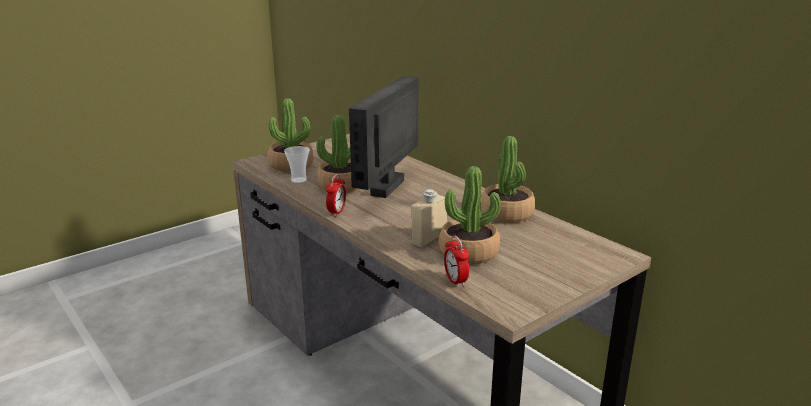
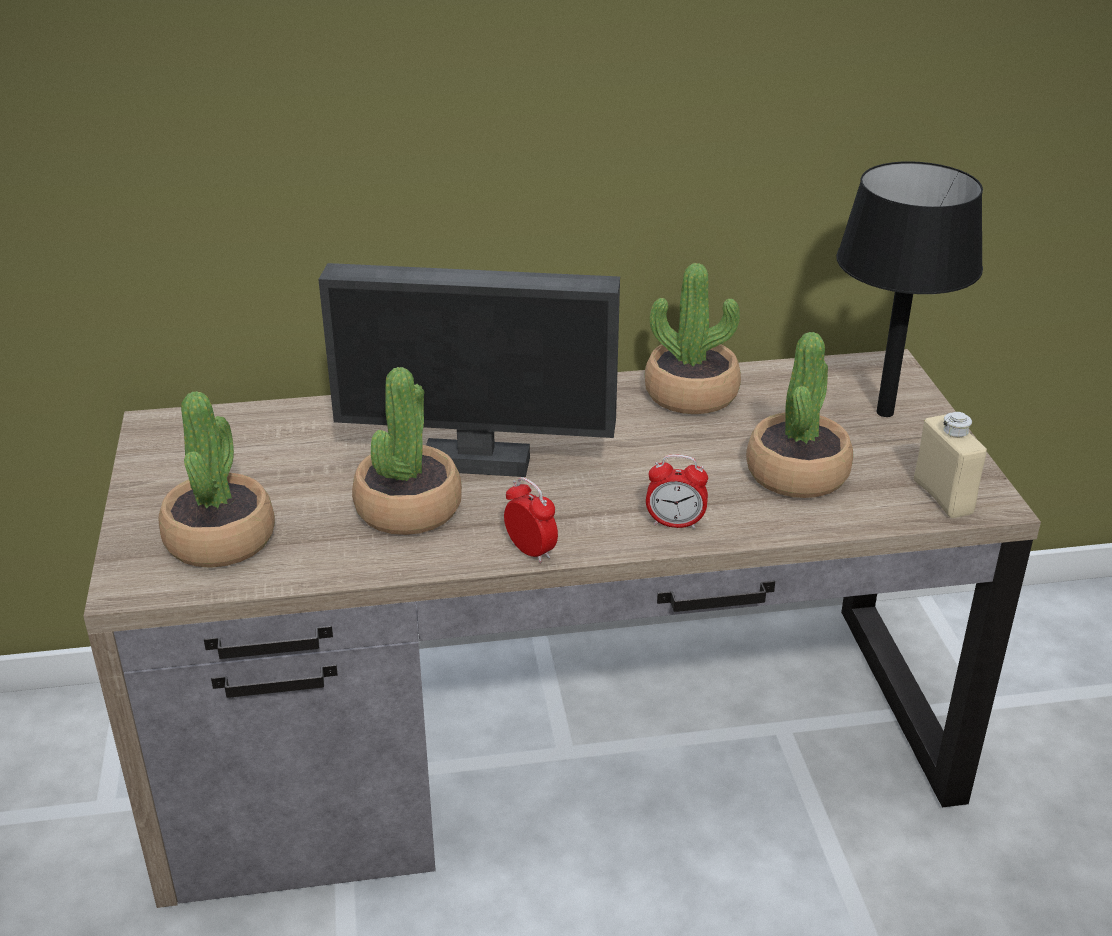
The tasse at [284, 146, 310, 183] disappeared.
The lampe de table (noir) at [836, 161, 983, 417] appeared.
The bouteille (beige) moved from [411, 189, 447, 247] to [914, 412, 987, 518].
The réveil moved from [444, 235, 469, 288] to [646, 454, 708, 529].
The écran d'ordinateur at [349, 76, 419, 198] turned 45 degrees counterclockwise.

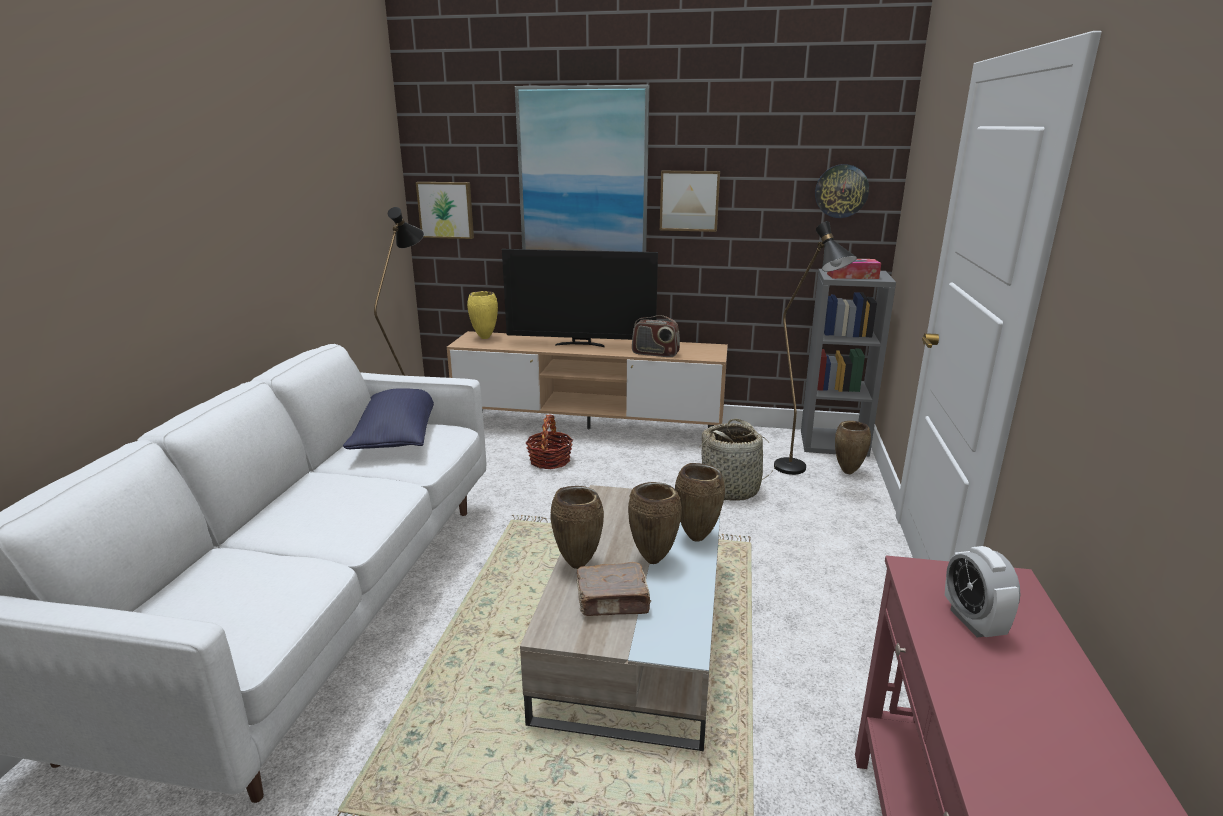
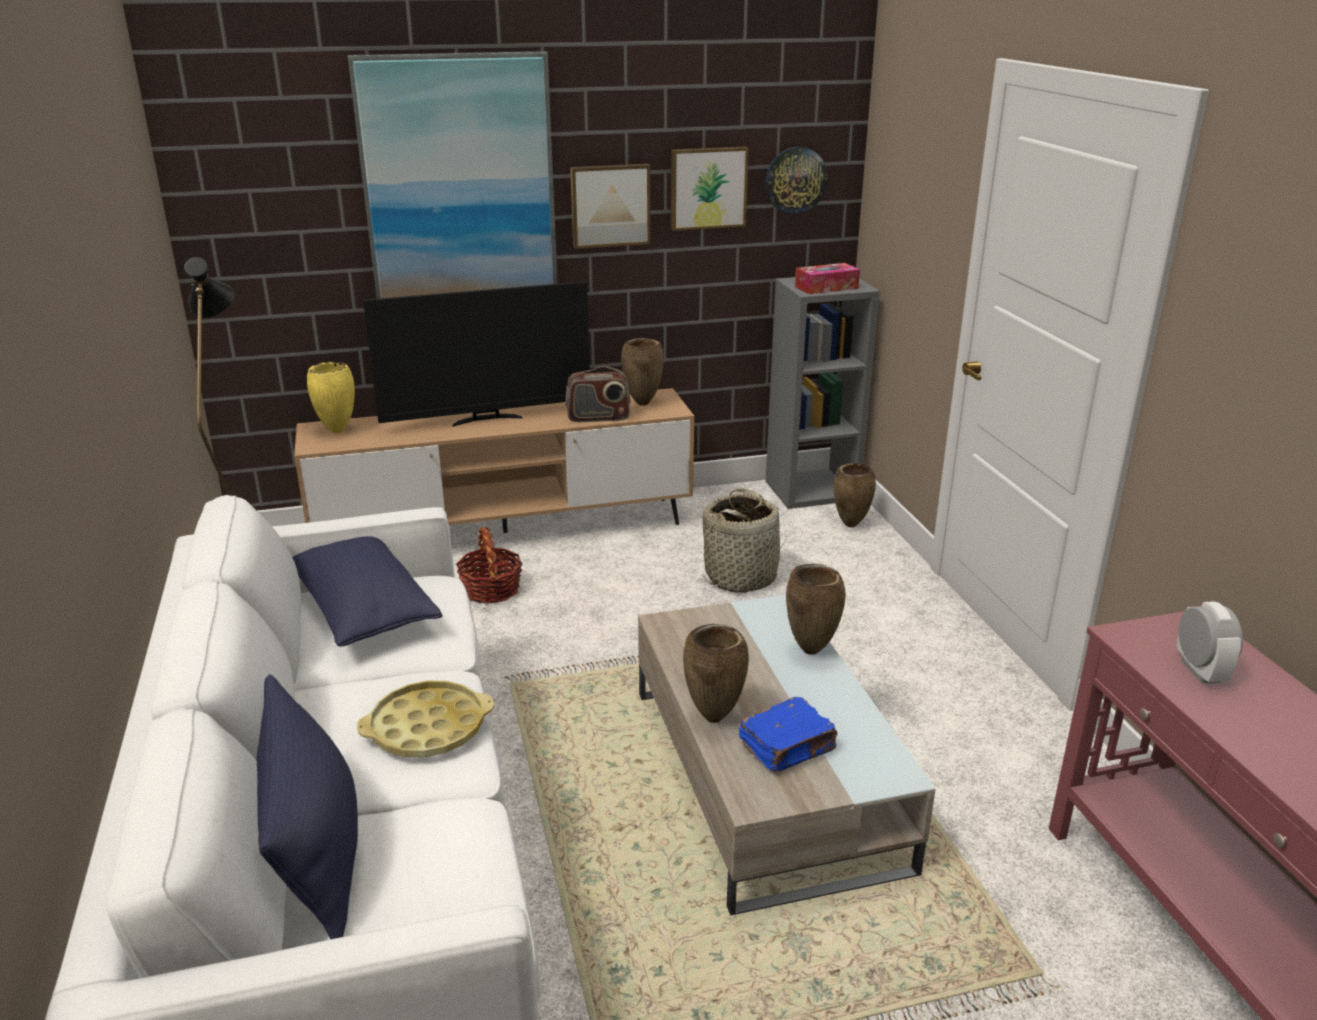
The lampadaire (noir) at [774, 221, 857, 475] disappeared.
The coussin (bleu) at [256, 674, 358, 939] appeared.
The plateau (jaune) at [357, 681, 494, 757] appeared.
The tableau moved from [416, 182, 474, 239] to [671, 146, 749, 231].
The vase (marron) moved from [628, 482, 681, 564] to [621, 338, 664, 406].
The livre (marron) at [577, 562, 651, 616] became the livre (bleu) at [739, 697, 838, 772].
The réveil at [945, 546, 1021, 638] turned 150 degrees counterclockwise.

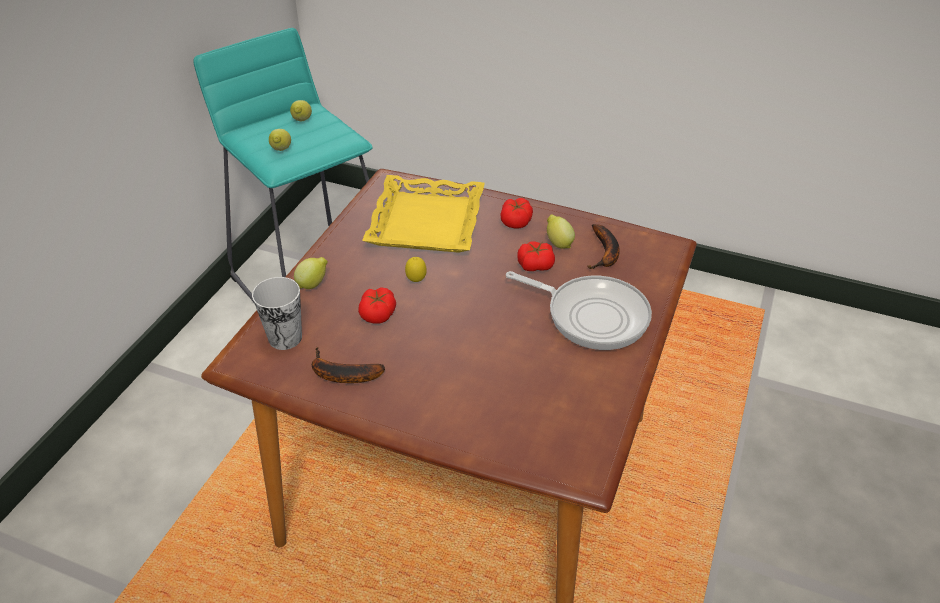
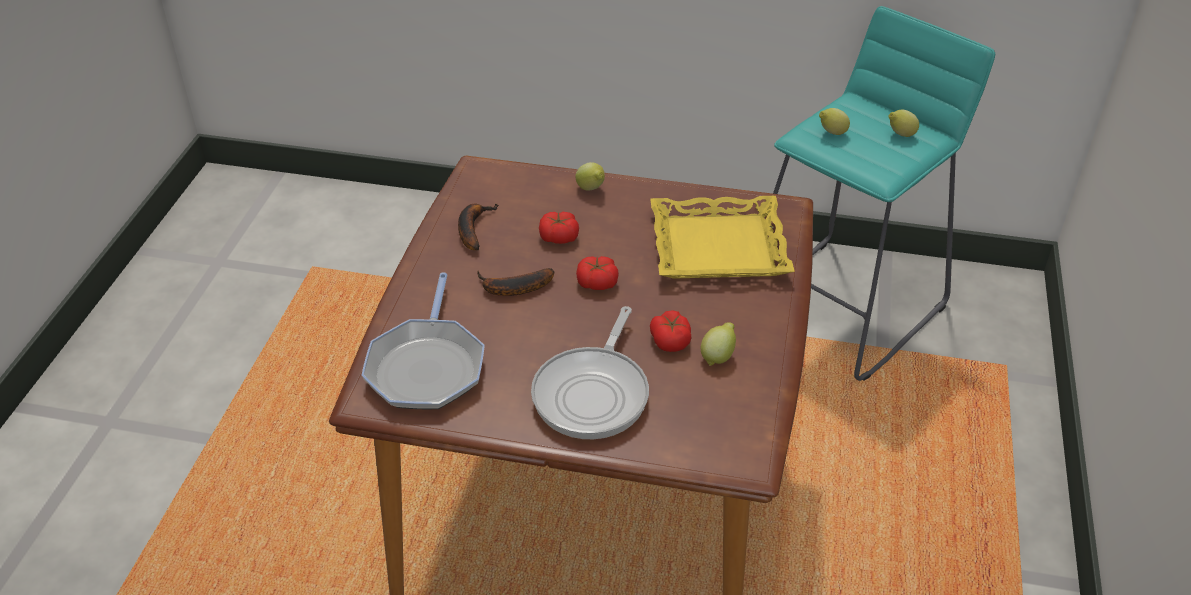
The tasse at [252, 277, 302, 350] disappeared.
The citron at [405, 257, 426, 282] disappeared.
The poêle at [362, 272, 485, 409] appeared.
The tomate moved from [500, 198, 533, 229] to [576, 256, 619, 290].
The banane moved from [587, 224, 620, 269] to [477, 268, 554, 296].

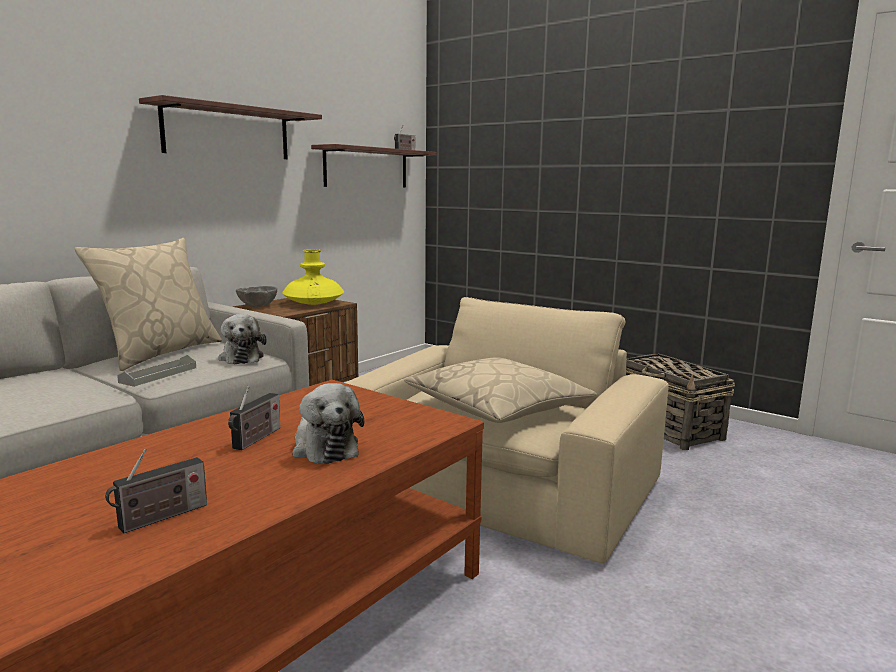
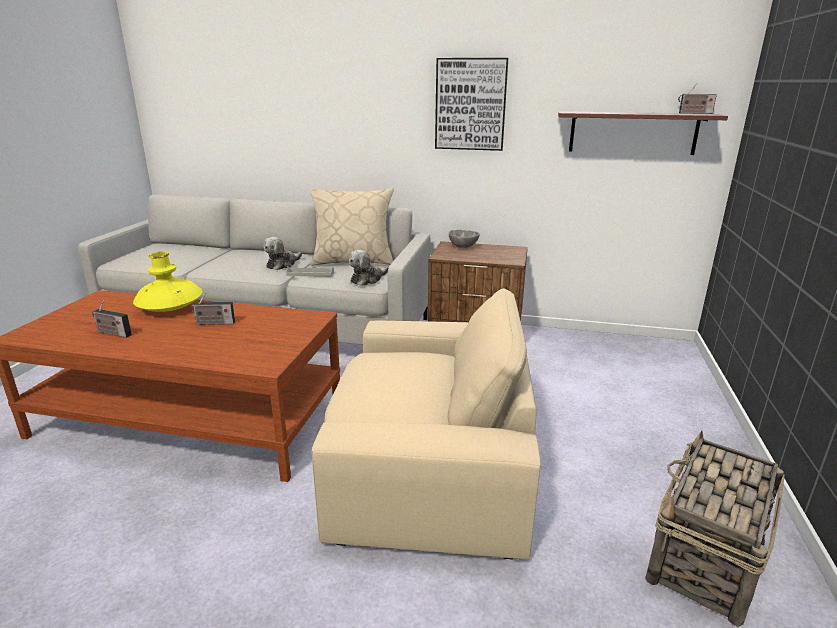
The coussin (beige) at [404, 357, 597, 423] disappeared.
The vase (jaune) moved from [282, 249, 344, 305] to [133, 251, 203, 312].
The peluche moved from [292, 383, 364, 464] to [263, 237, 302, 270].
The étagère at [139, 95, 322, 159] was replaced by the tableau at [435, 58, 508, 151].

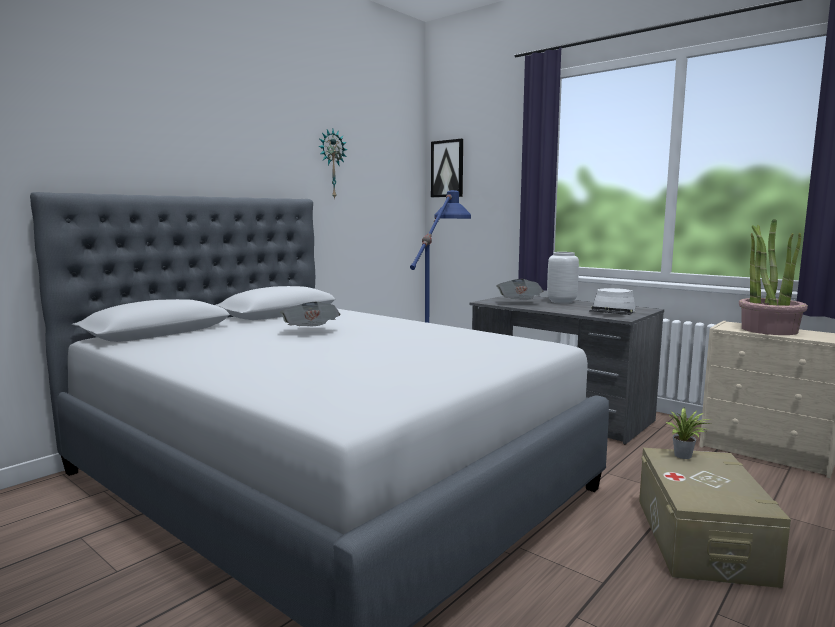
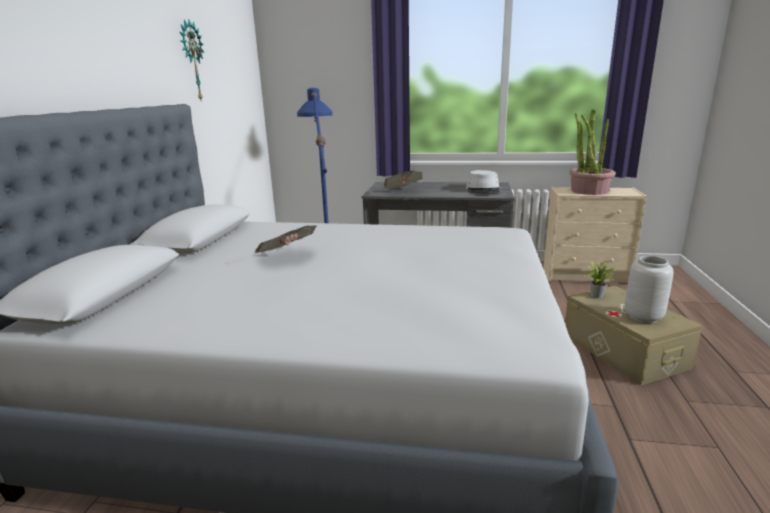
The tableau at [431, 139, 463, 197] disappeared.
The vase (gris) moved from [547, 252, 579, 304] to [625, 256, 674, 323].

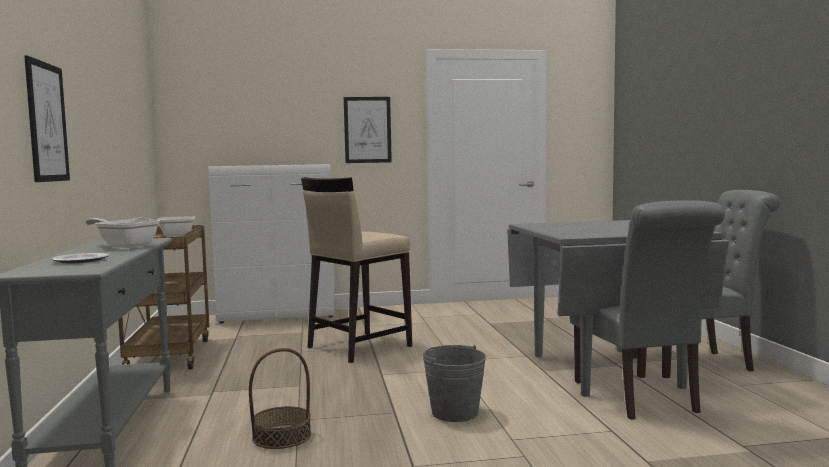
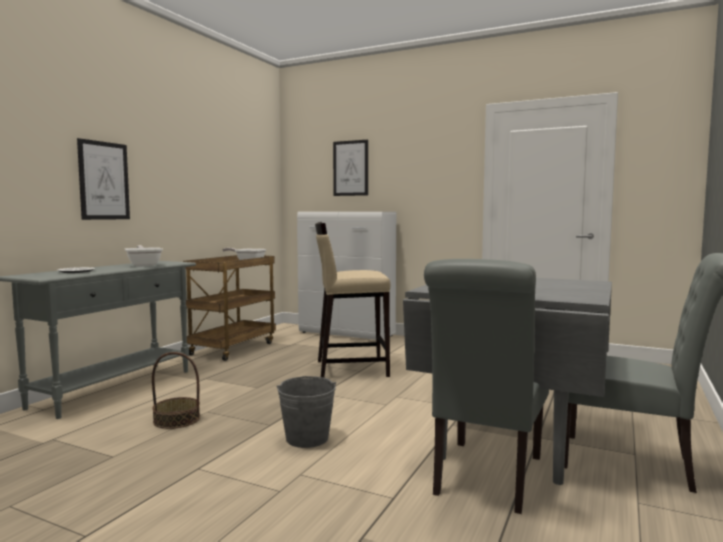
The tableau moved from [344, 97, 392, 163] to [333, 140, 368, 196].

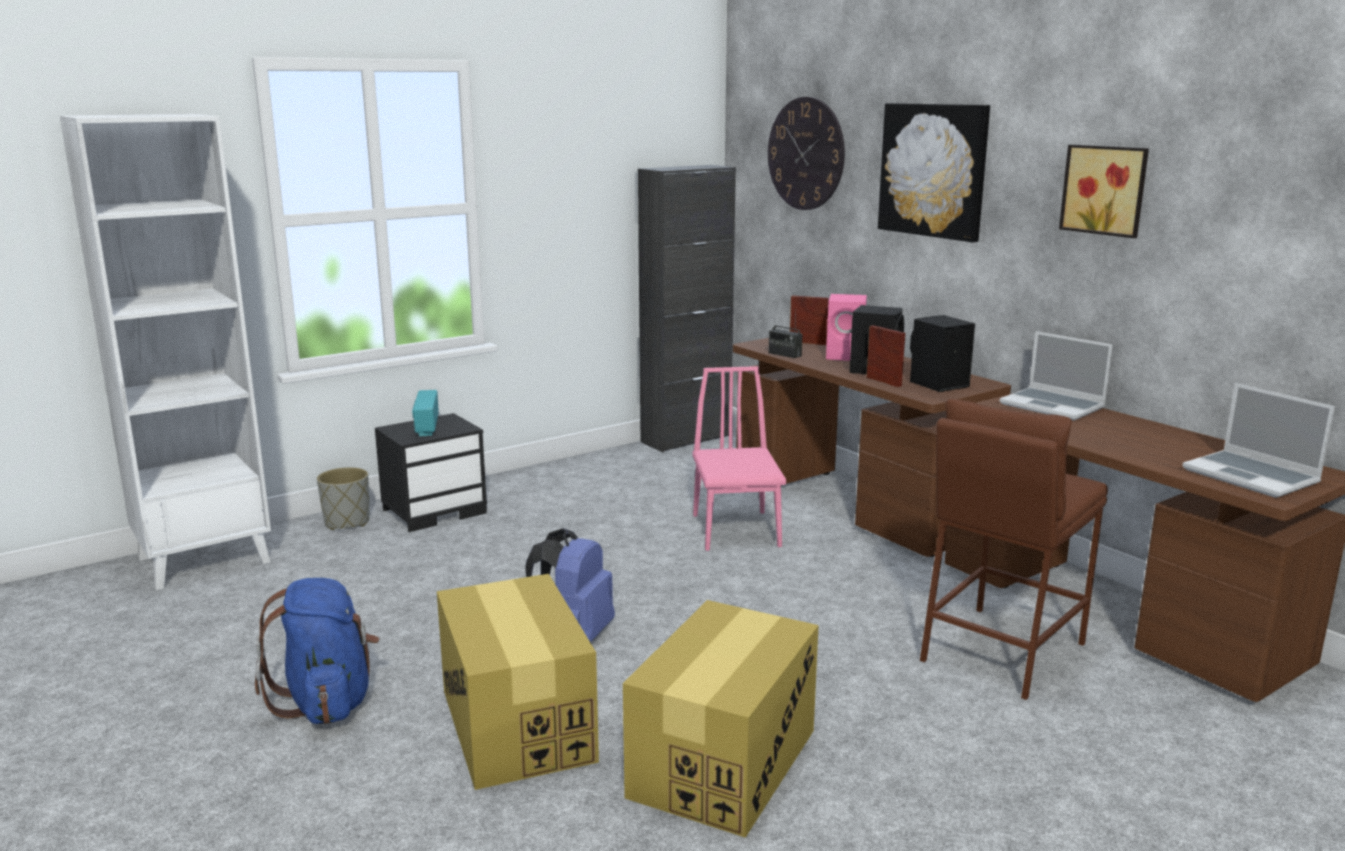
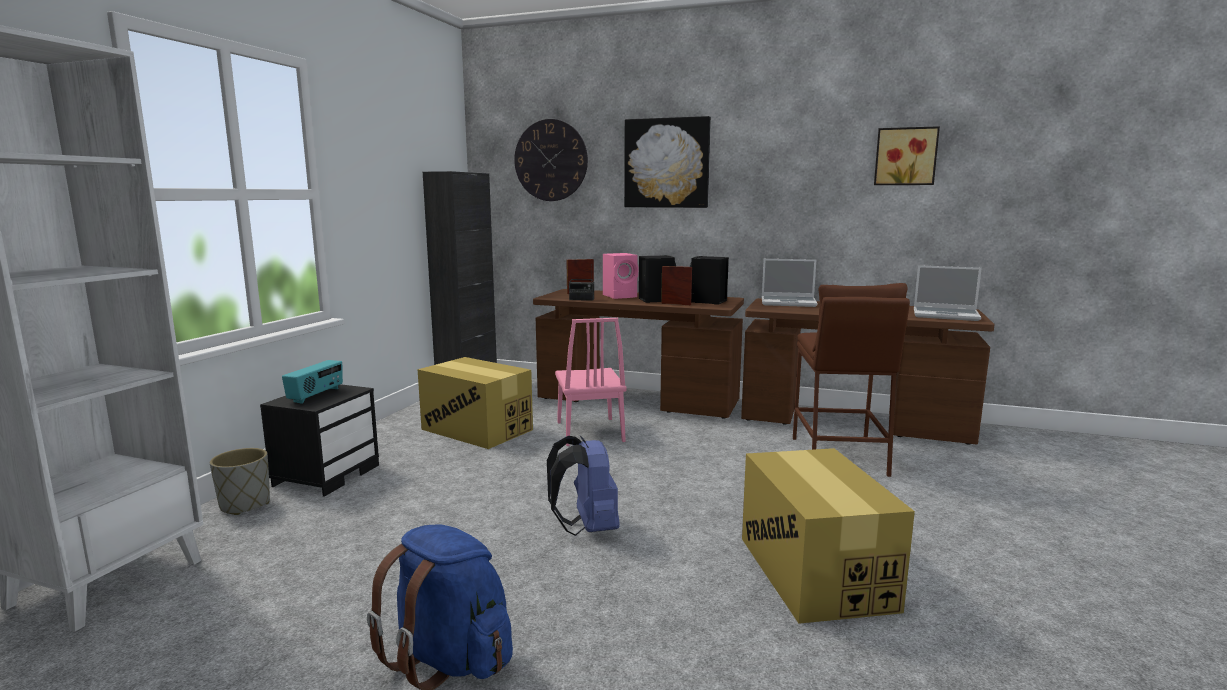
The carton moved from [437, 574, 599, 790] to [418, 357, 533, 449].
The tableau moved from [1059, 145, 1149, 238] to [874, 126, 940, 185].
The radio at [412, 390, 439, 437] turned 120 degrees counterclockwise.
The chaise (rose) at [692, 366, 786, 551] turned 150 degrees counterclockwise.

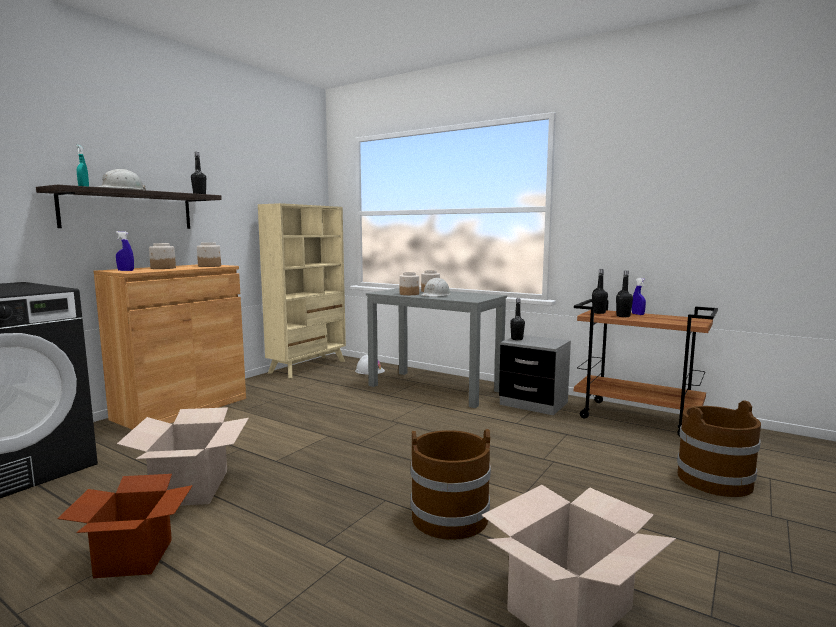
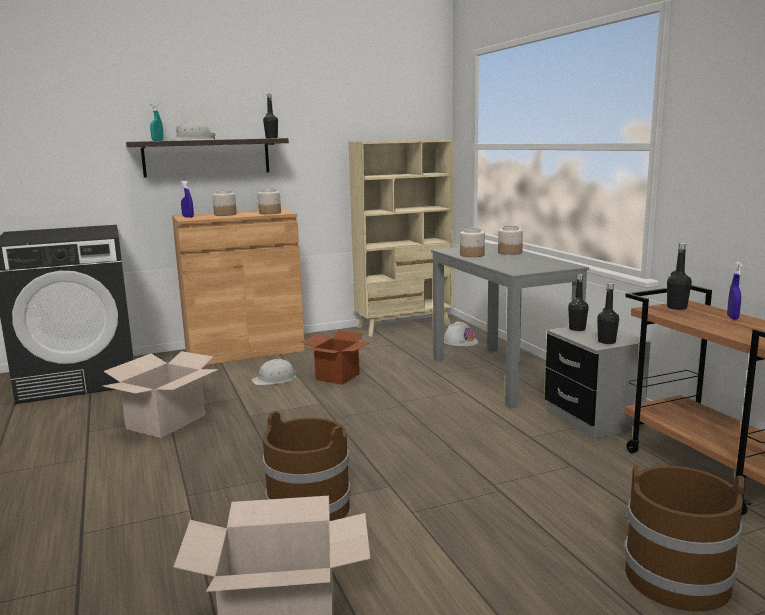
The carton moved from [57, 474, 193, 578] to [302, 331, 372, 385].
The casque de chantier (blanc) moved from [421, 278, 450, 297] to [251, 358, 297, 385].
The bouteille (noir) moved from [616, 271, 633, 317] to [597, 283, 619, 344].

